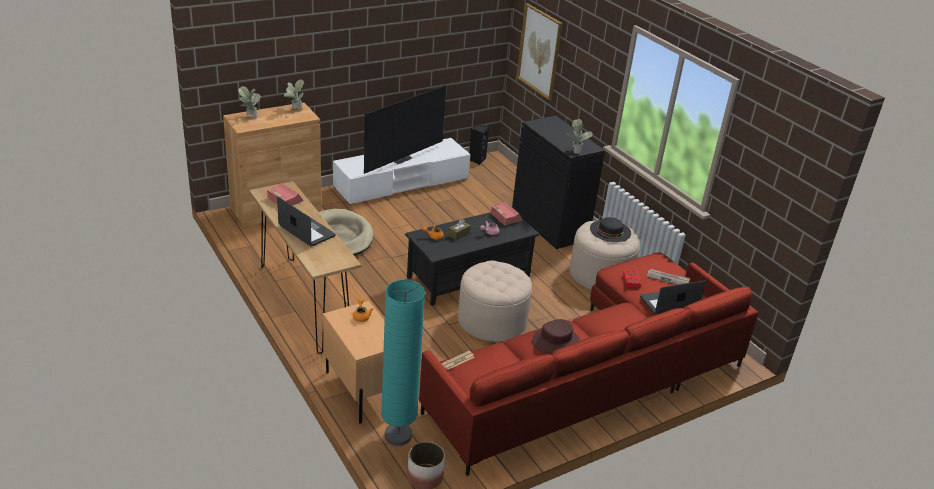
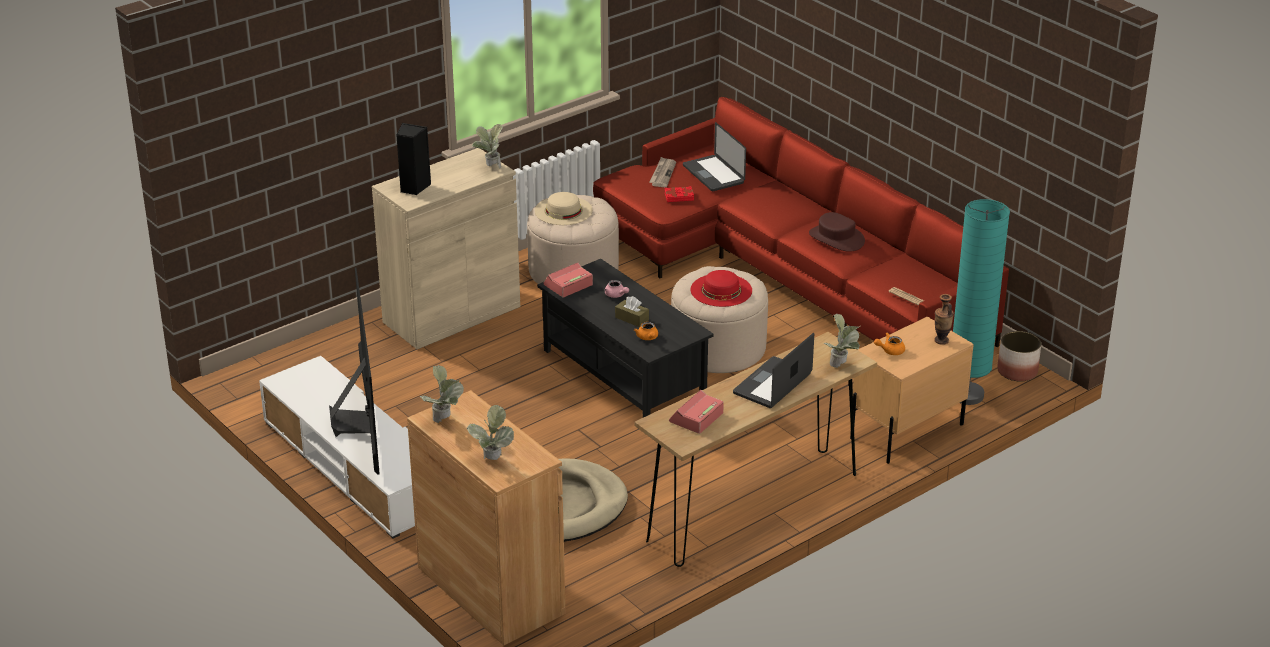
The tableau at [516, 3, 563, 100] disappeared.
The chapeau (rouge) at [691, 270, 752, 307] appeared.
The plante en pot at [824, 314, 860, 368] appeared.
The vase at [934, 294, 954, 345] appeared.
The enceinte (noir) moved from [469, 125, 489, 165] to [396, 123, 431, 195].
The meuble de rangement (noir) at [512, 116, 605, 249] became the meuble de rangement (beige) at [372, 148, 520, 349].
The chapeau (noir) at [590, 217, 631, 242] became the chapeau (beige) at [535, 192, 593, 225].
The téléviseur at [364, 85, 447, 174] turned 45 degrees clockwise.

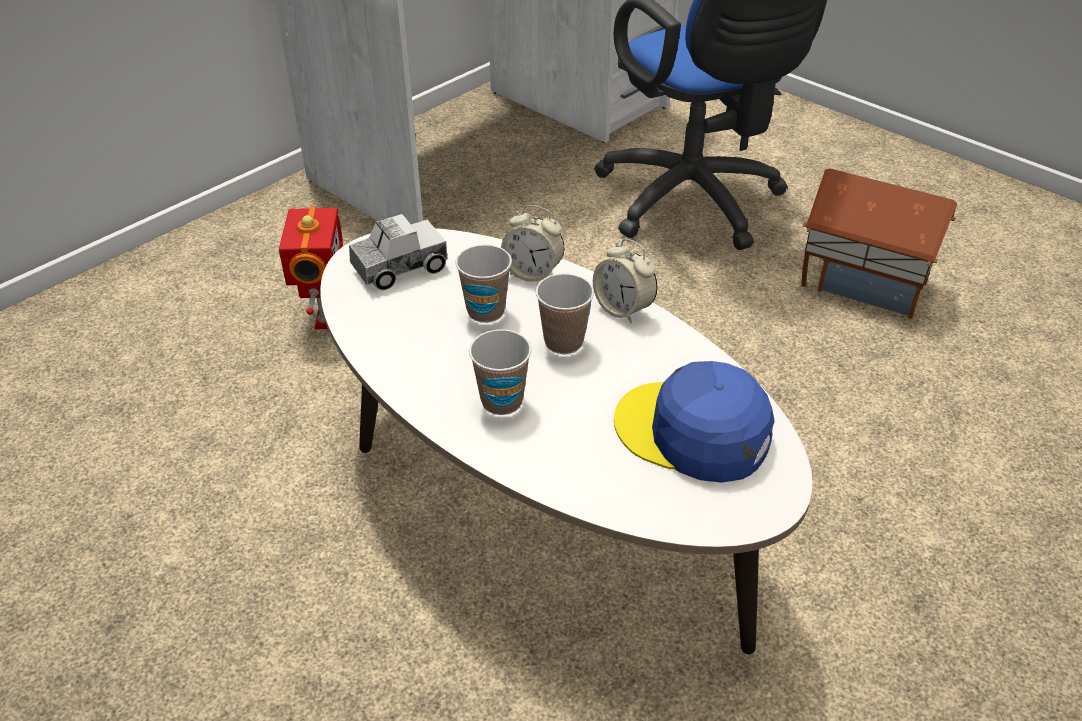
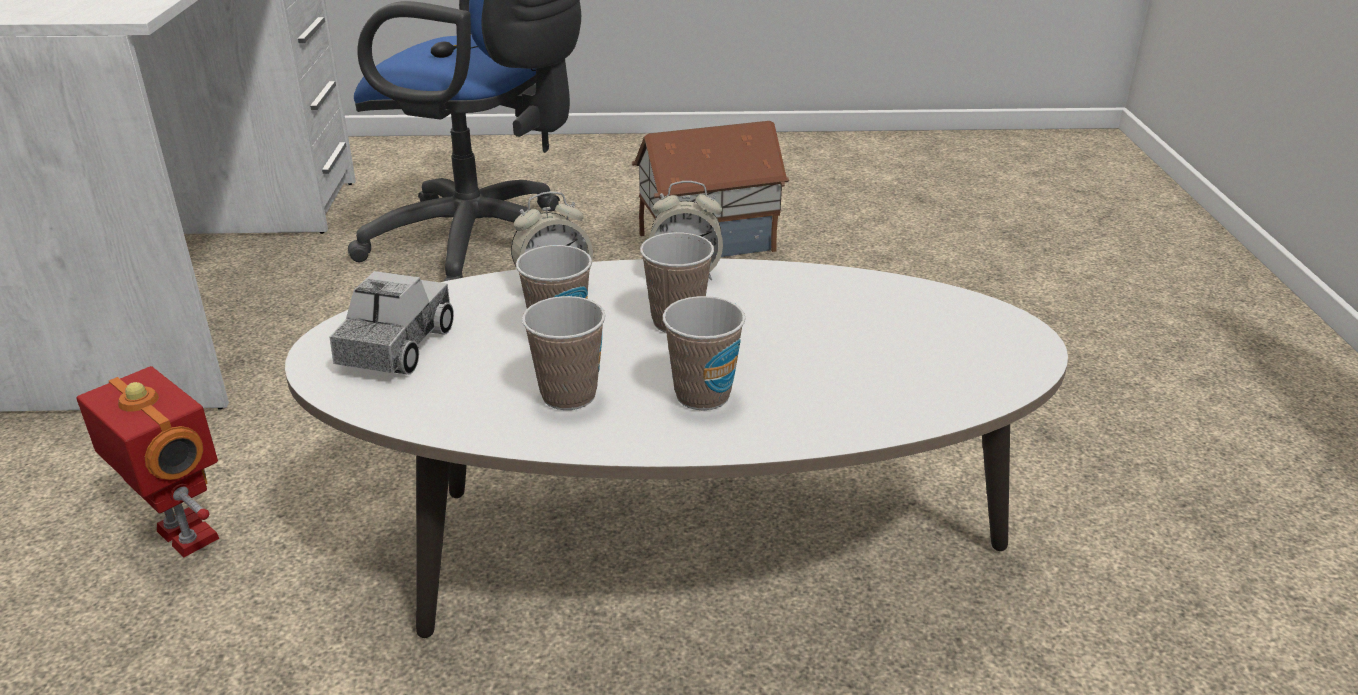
The casquette (bleu) at [614, 361, 775, 483] disappeared.
The tasse at [522, 296, 605, 410] appeared.

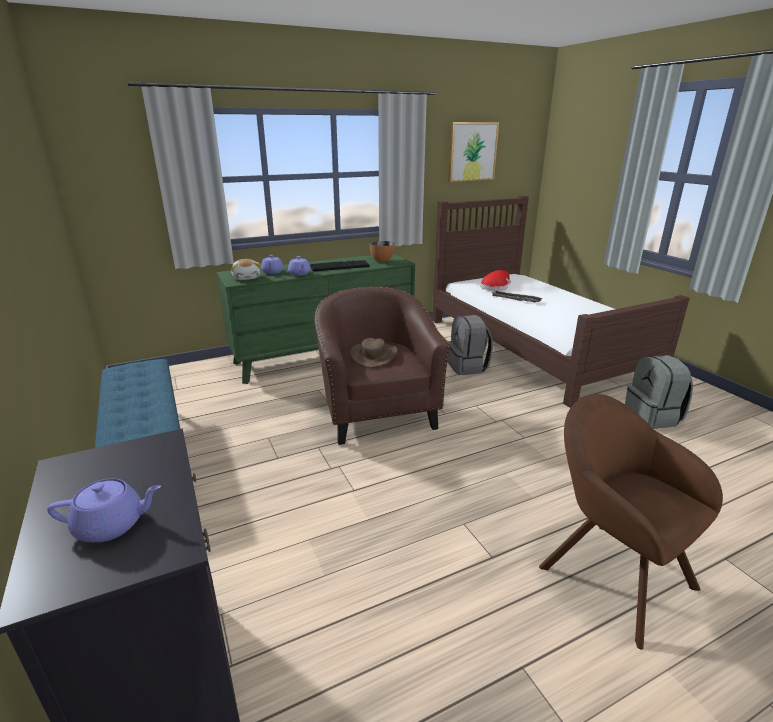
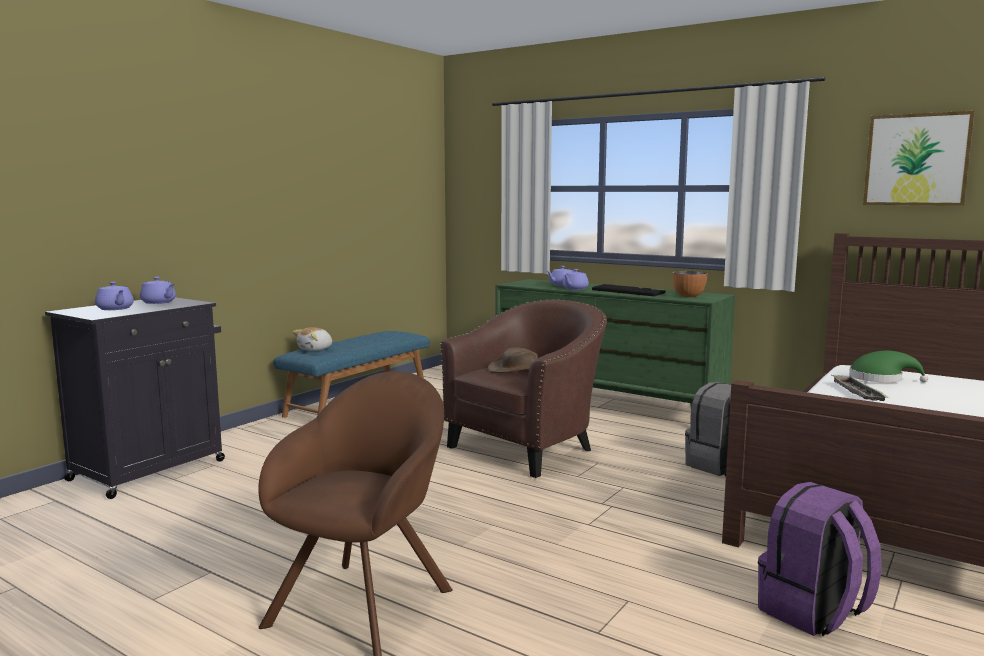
The théière (violet) at [140, 277, 176, 304] appeared.
The peluche moved from [231, 259, 261, 280] to [293, 327, 332, 351].
The chapeau (rouge) at [480, 270, 511, 291] became the chapeau (vert) at [849, 351, 928, 383].
The sac à dos (gris) at [625, 355, 693, 429] became the sac à dos (violet) at [758, 482, 882, 636].

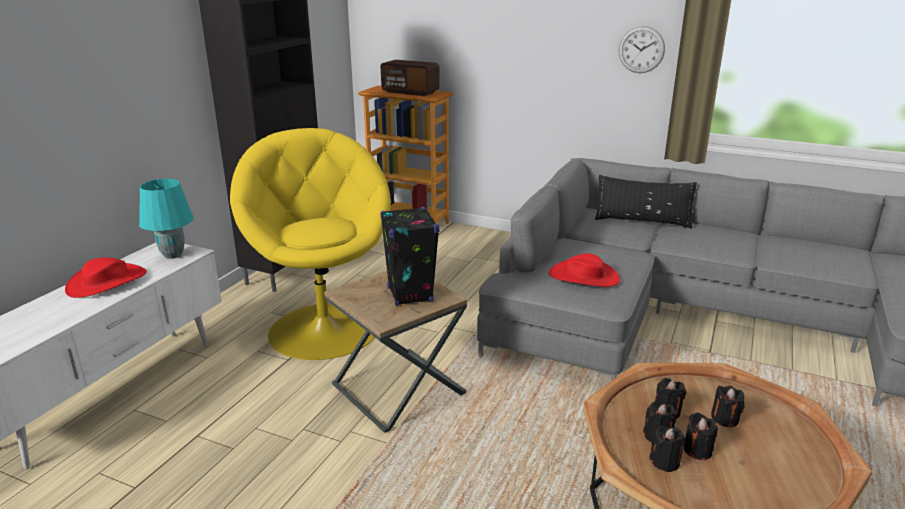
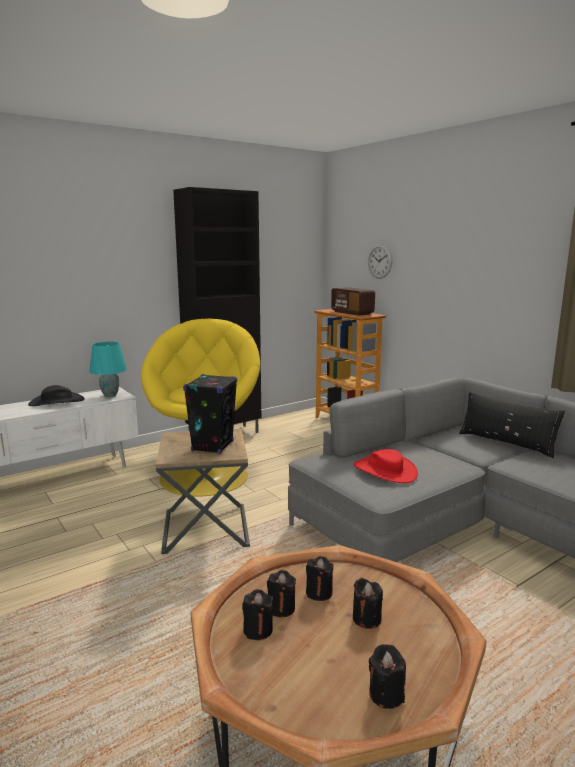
The horloge murale moved from [619, 26, 665, 73] to [368, 244, 392, 279].
The bougie (noir) moved from [683, 412, 718, 460] to [369, 644, 406, 709].
The chapeau (rouge) at [65, 258, 147, 298] became the chapeau (noir) at [28, 385, 85, 406].

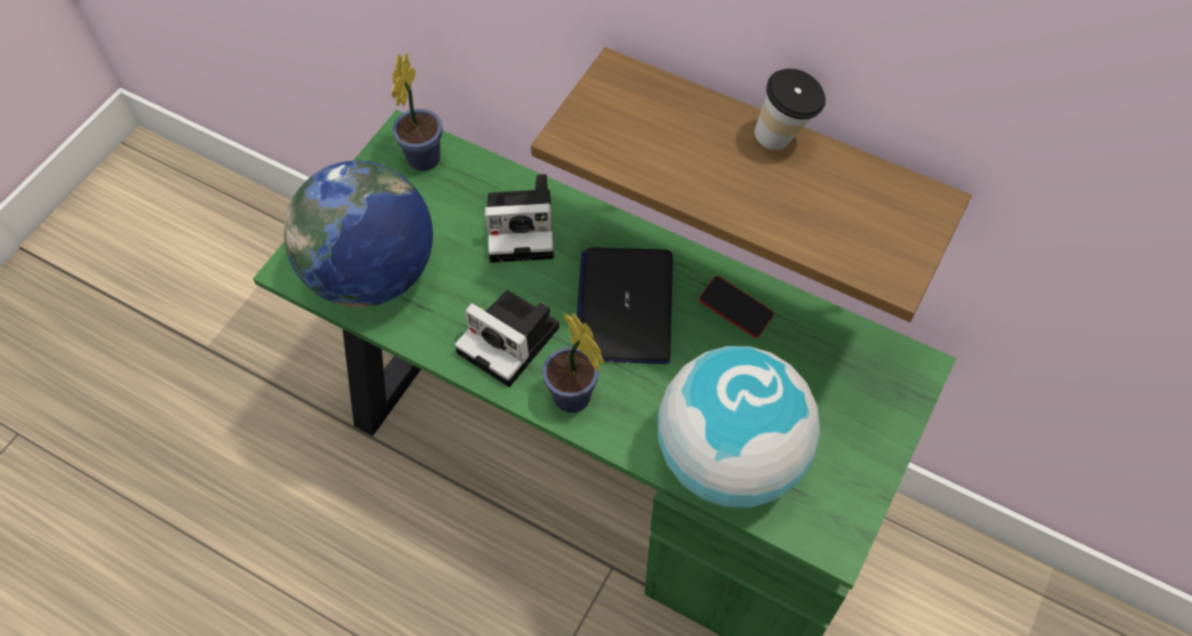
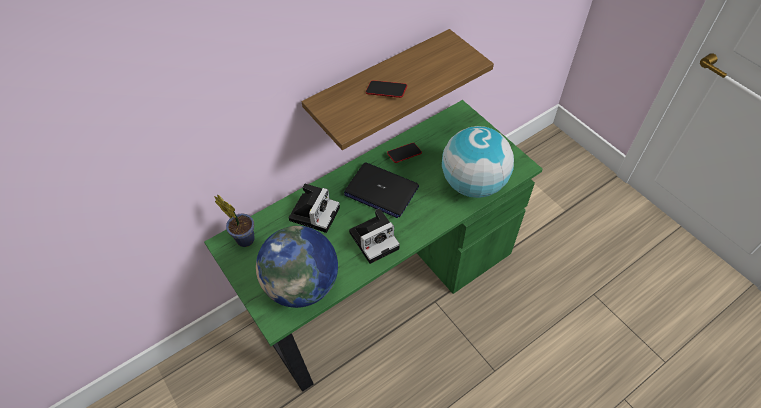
The plante en pot at [542, 313, 604, 413] disappeared.
The tasse at [754, 69, 826, 150] disappeared.
The téléphone at [366, 80, 407, 98] appeared.

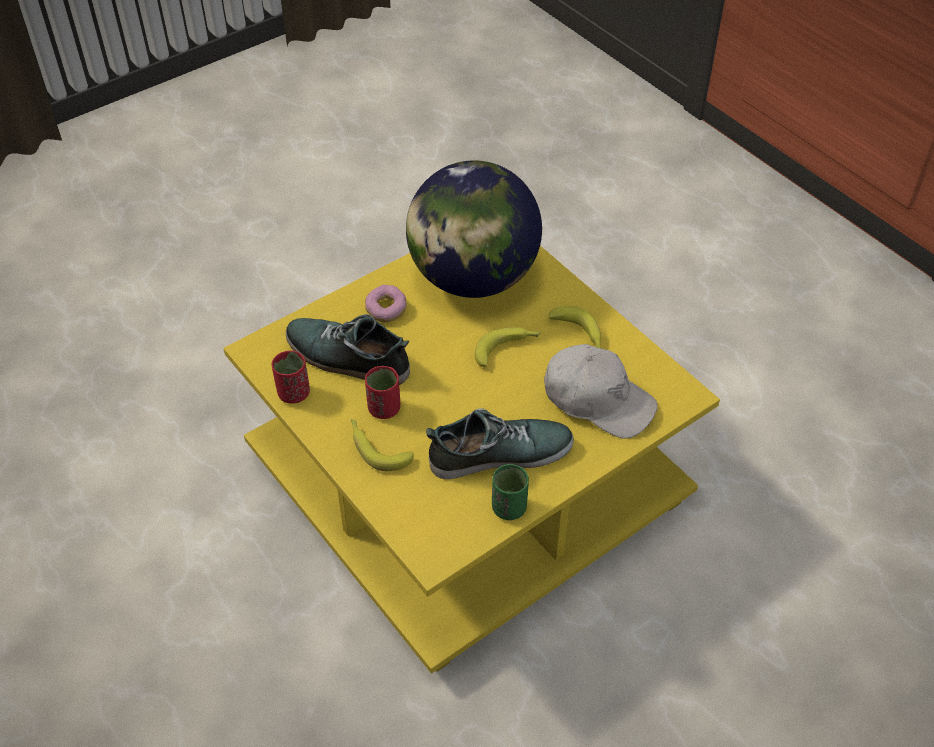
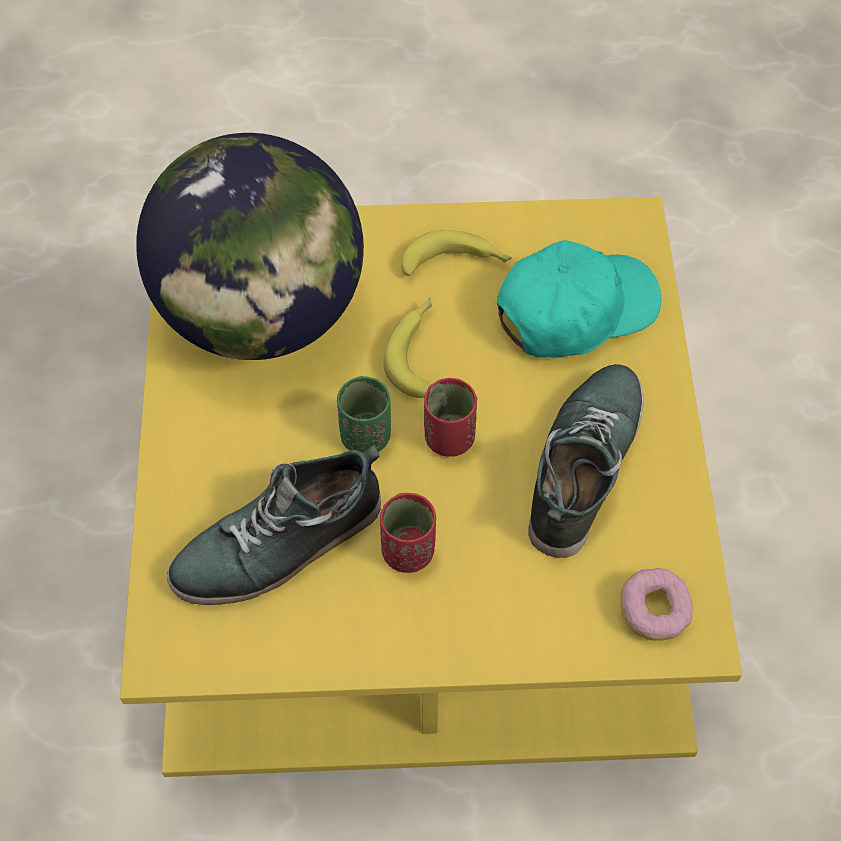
The banane at [351, 419, 414, 471] disappeared.
The tasse (rouge) moved from [272, 351, 310, 404] to [424, 378, 478, 457].
The beignet moved from [365, 285, 407, 322] to [620, 568, 693, 641].
The tasse (vert) moved from [492, 464, 529, 520] to [337, 376, 391, 452].
The casquette (blanc) at [544, 344, 658, 439] became the casquette (turquoise) at [497, 240, 662, 358].

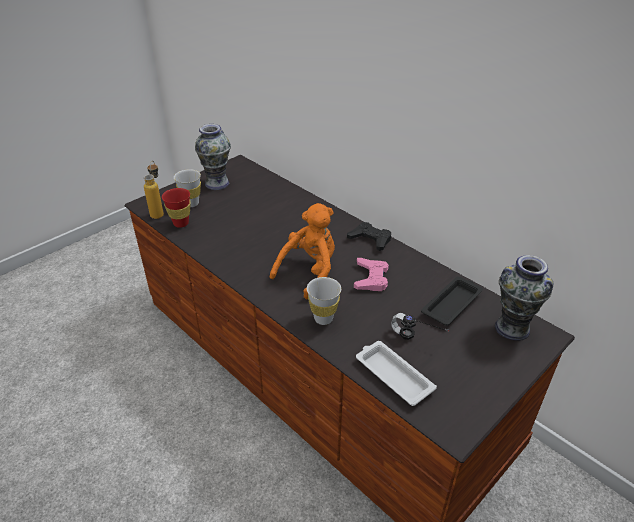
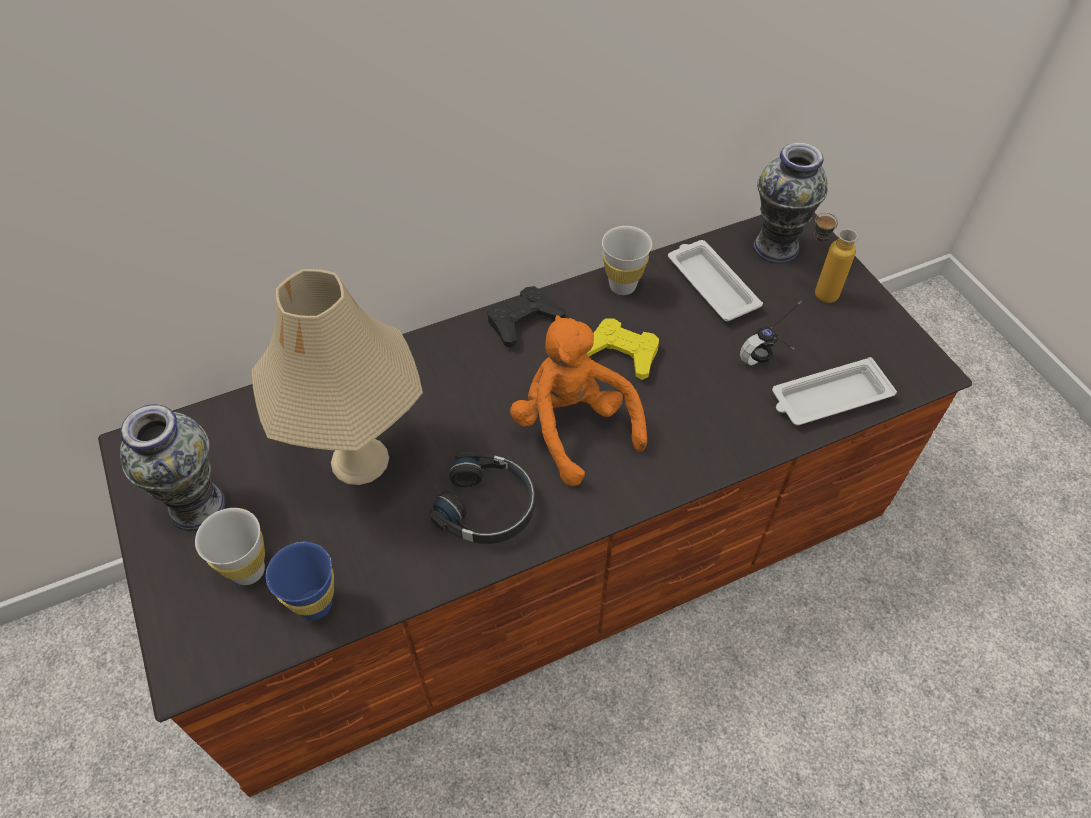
The lampe de table (beige) at [251, 269, 423, 485] appeared.
The casque audio (noir) at [430, 452, 535, 544] appeared.
The bouteille moved from [143, 161, 164, 219] to [814, 212, 858, 303].
The tasse (blanc) moved from [307, 277, 341, 325] to [602, 226, 652, 295].
The tasse (rouge) at [162, 188, 191, 228] became the tasse (bleu) at [266, 542, 334, 620].
The manette (rose) at [354, 258, 389, 291] became the manette (jaune) at [586, 318, 659, 380].
The plateau (noir) at [421, 277, 483, 326] became the plateau (blanc) at [668, 240, 763, 322].

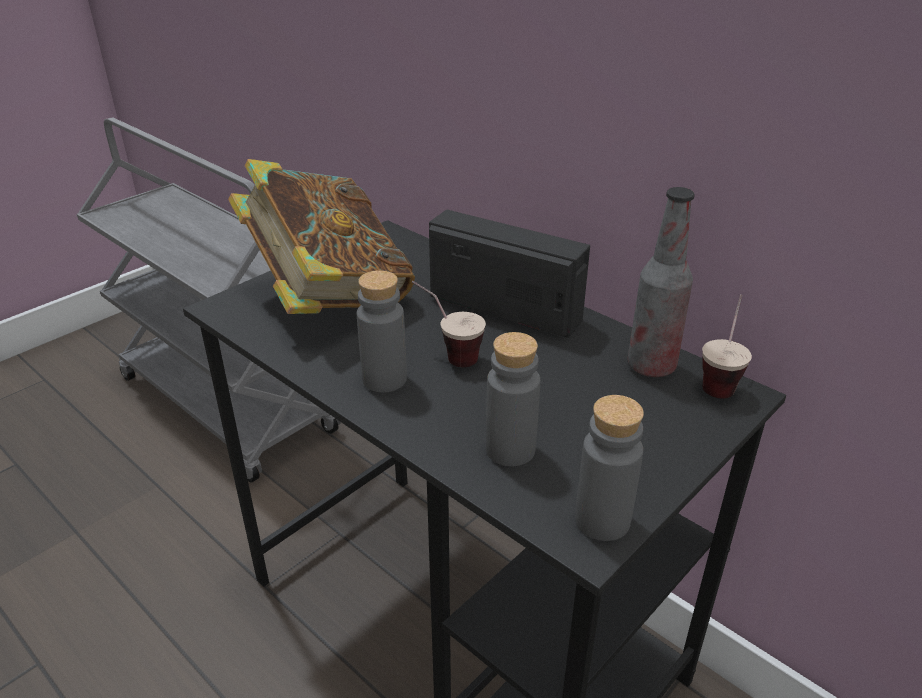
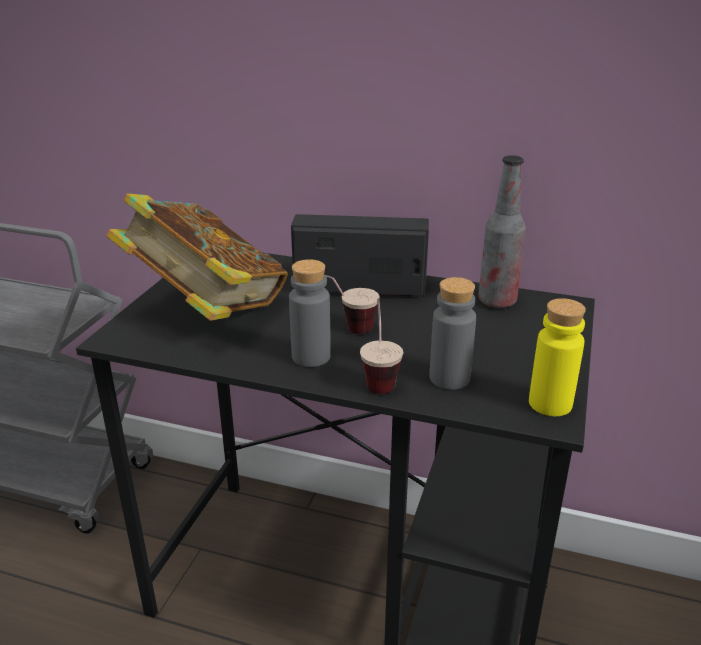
The tasse moved from [702, 294, 752, 399] to [360, 298, 403, 394].
The bouteille (gris) at [575, 395, 644, 541] became the bouteille (jaune) at [529, 298, 586, 416].

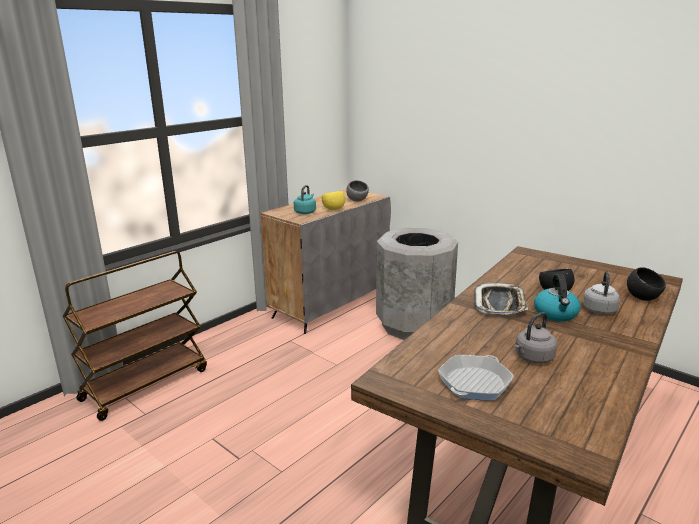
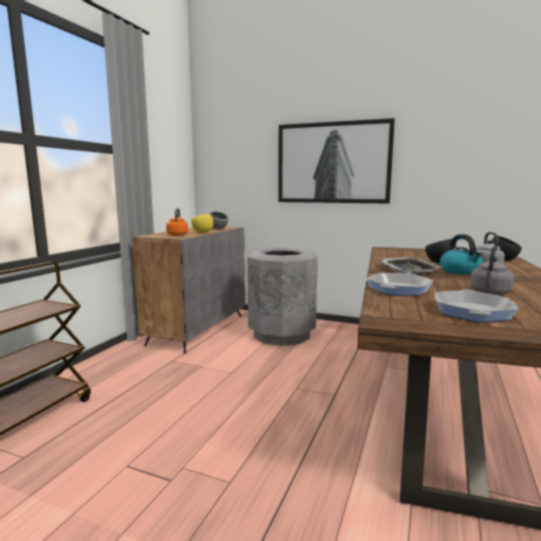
The tableau at [278, 118, 395, 204] appeared.
The poêle at [367, 273, 434, 296] appeared.
The bouilloire (turquoise) at [294, 185, 316, 214] became the bouilloire (orange) at [166, 208, 188, 236].

